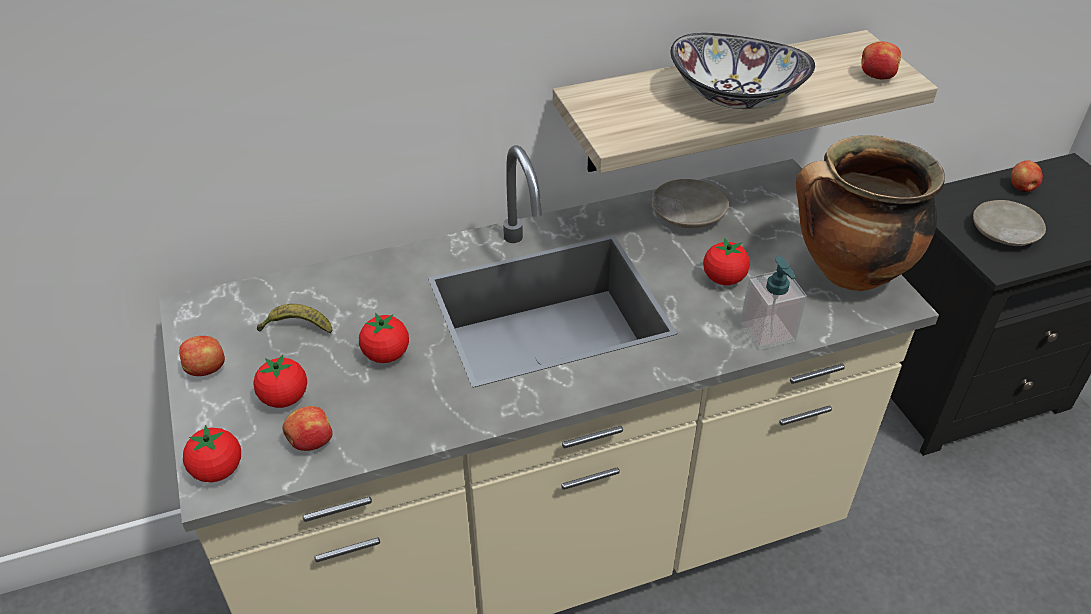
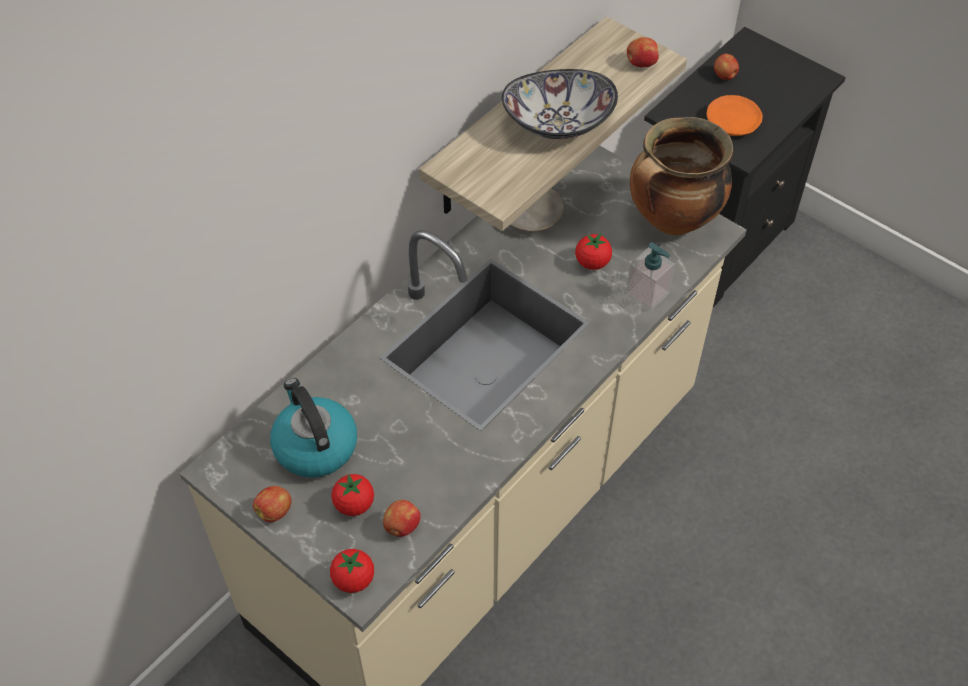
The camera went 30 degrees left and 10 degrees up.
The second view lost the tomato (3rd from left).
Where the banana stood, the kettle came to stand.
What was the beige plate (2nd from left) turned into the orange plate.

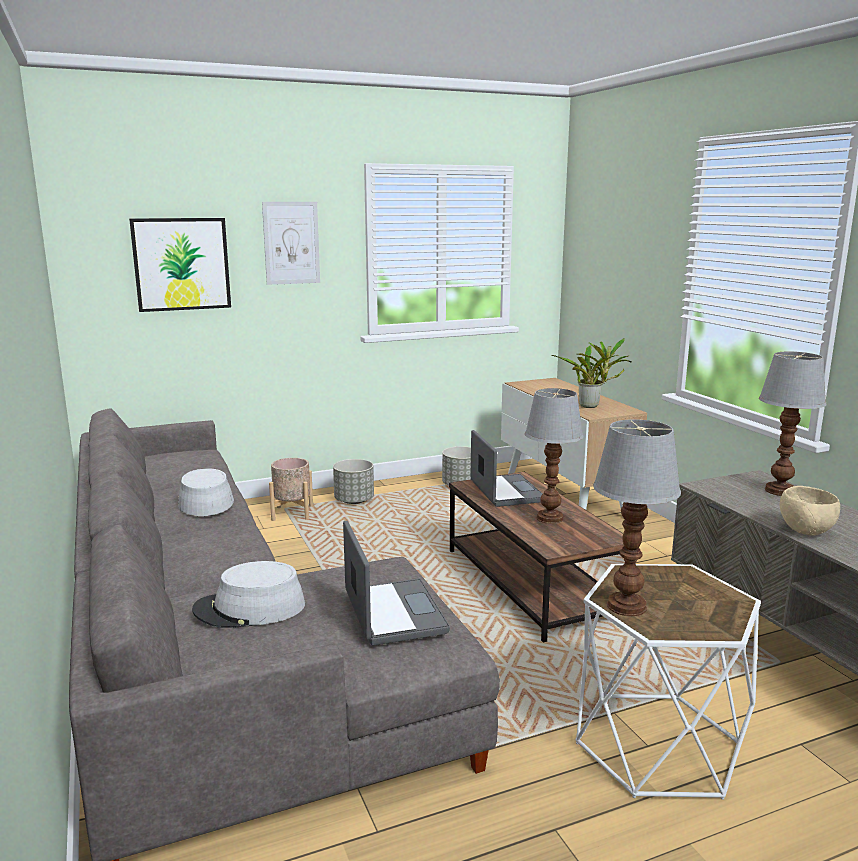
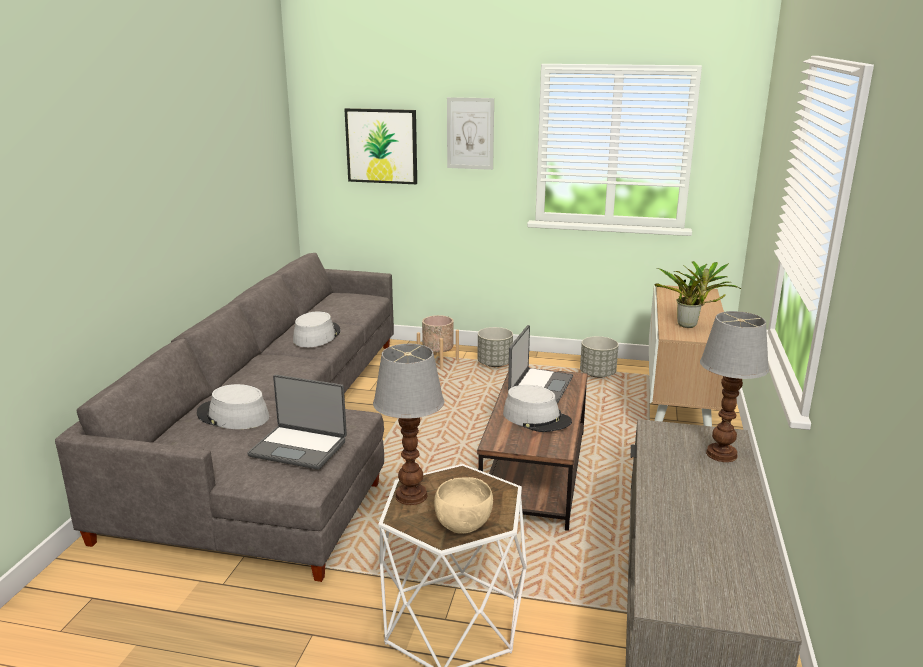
The camera went 35 degrees right and 5 degrees up.
The beige bowl ended up elsewhere.
Where the table lamp (1st from left) stood, the grey hat (3rd from left) came to stand.
The laptop (1st from left) ended up facing another way, 90 degrees clockwise from before.

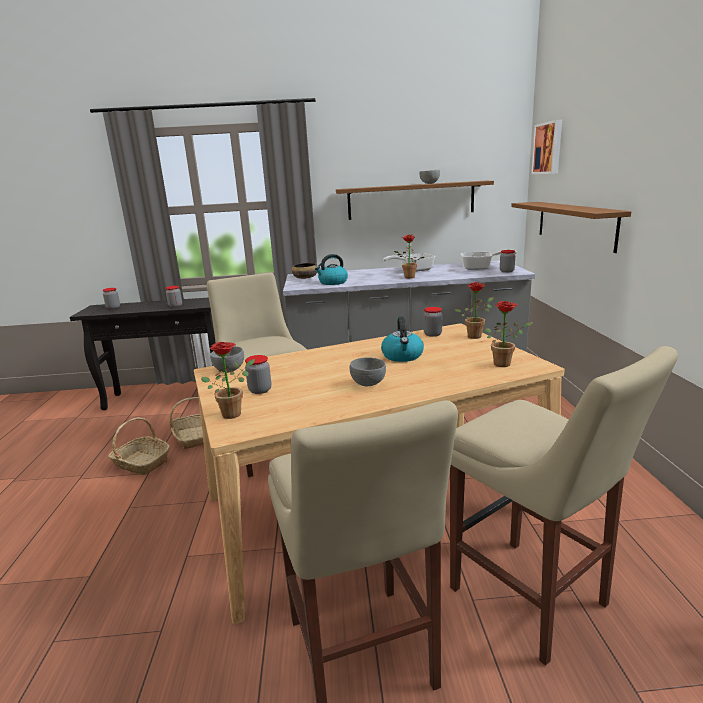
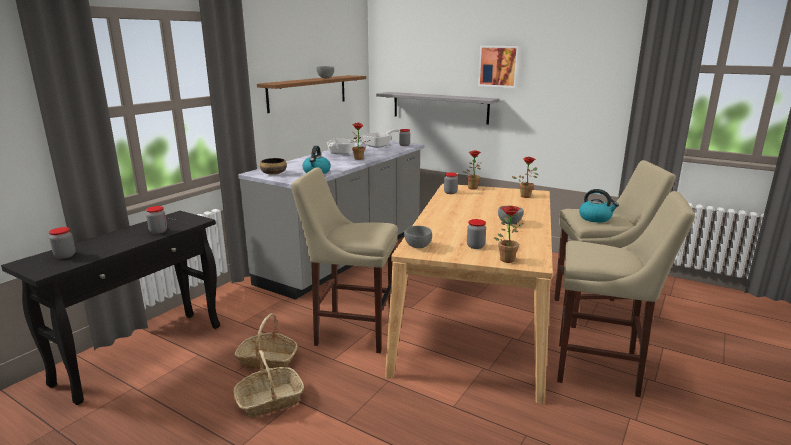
The camera went 55 degrees left and 0 degrees up.
The kettle (2nd from left) ended up elsewhere.
The picture ended up elsewhere.
What was the brown shelf (2nd from left) turned into the grey shelf.

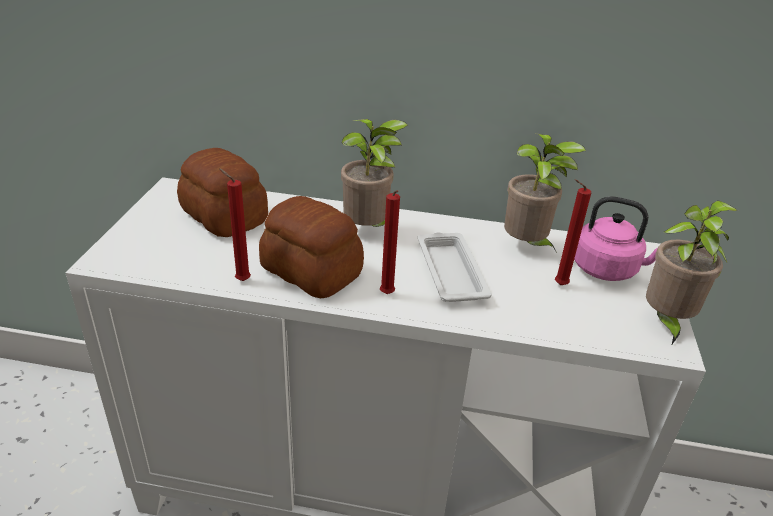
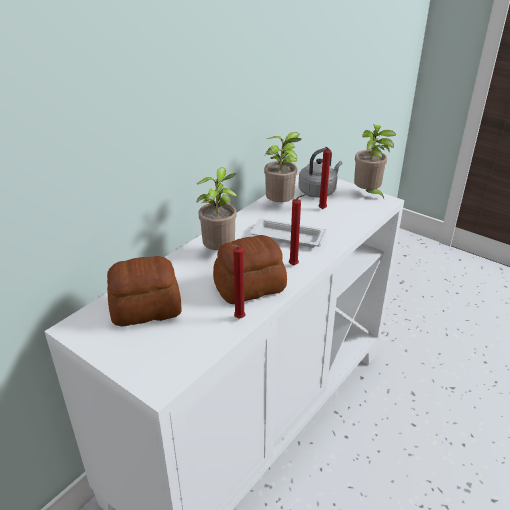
The camera went 60 degrees left and 0 degrees up.
What was the pink kettle turned into the grey kettle.

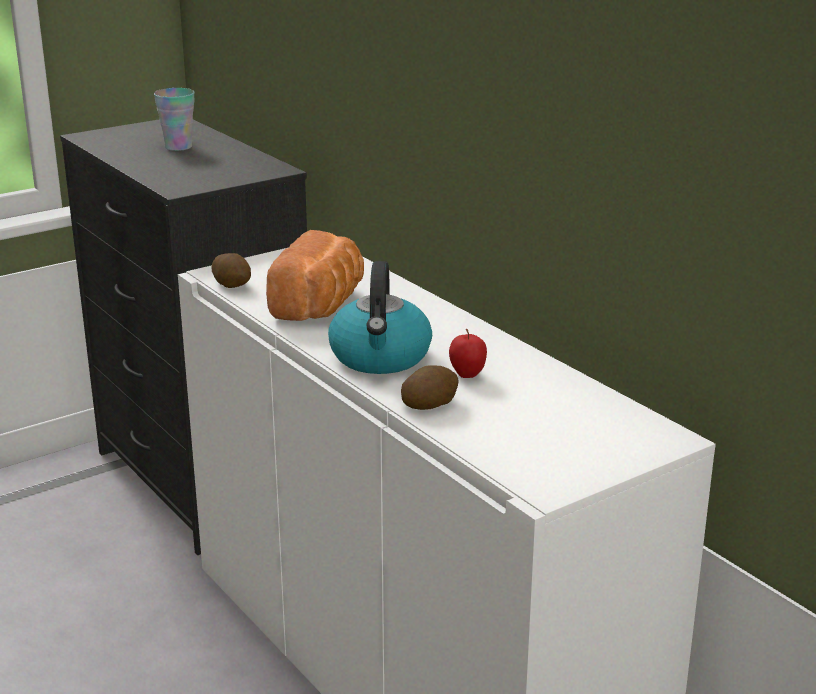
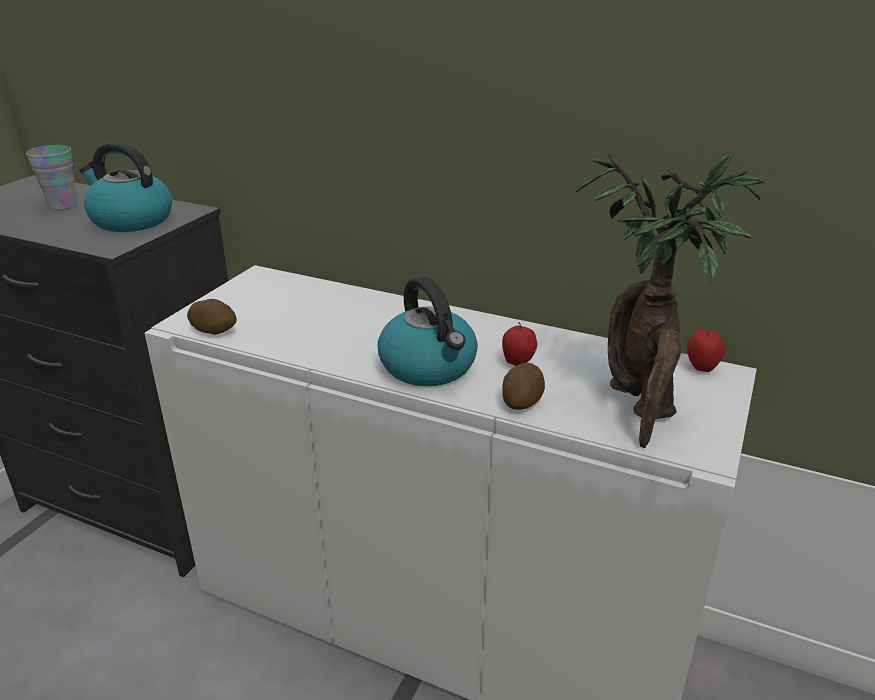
The camera went 30 degrees left and 5 degrees up.
The second view lost the bread.
The second view gained the kettle (1st from left).
The second view gained the potted plant.
The second view gained the apple (2nd from left).

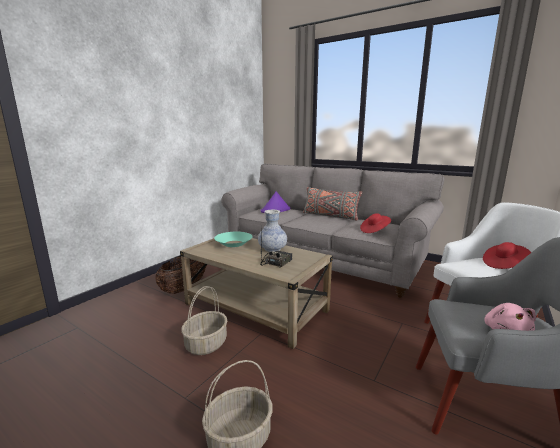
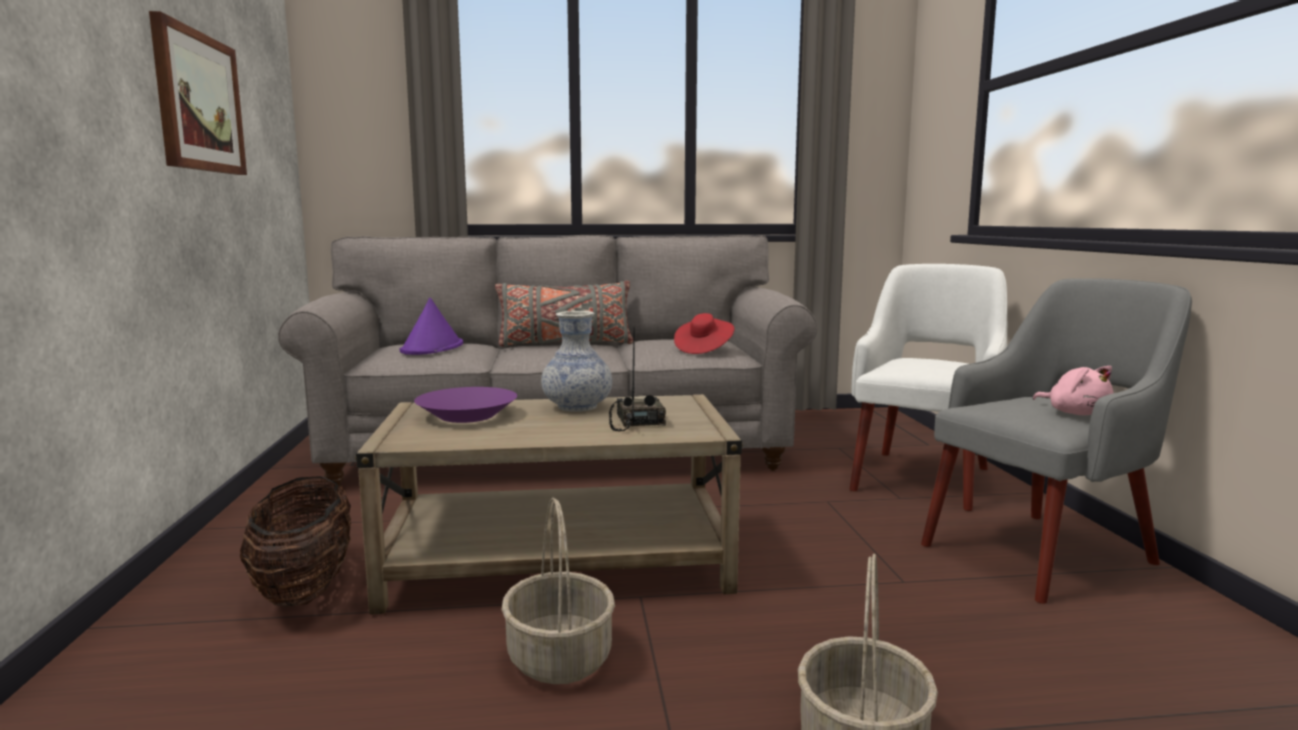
The camera went 40 degrees left and 5 degrees down.
The second view lost the red hat (2nd from left).
The second view gained the picture.
What was the turquoise bowl turned into the purple bowl.

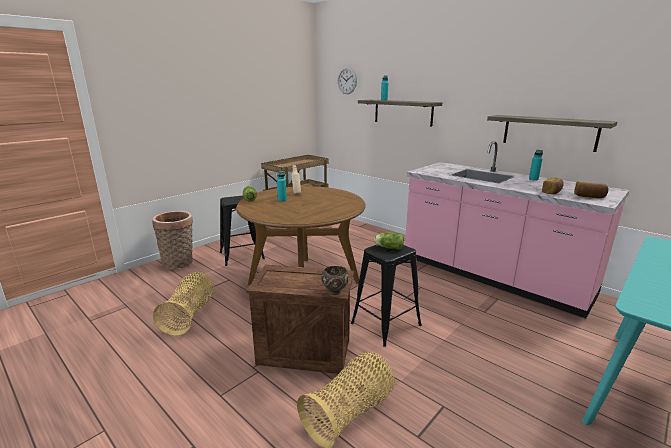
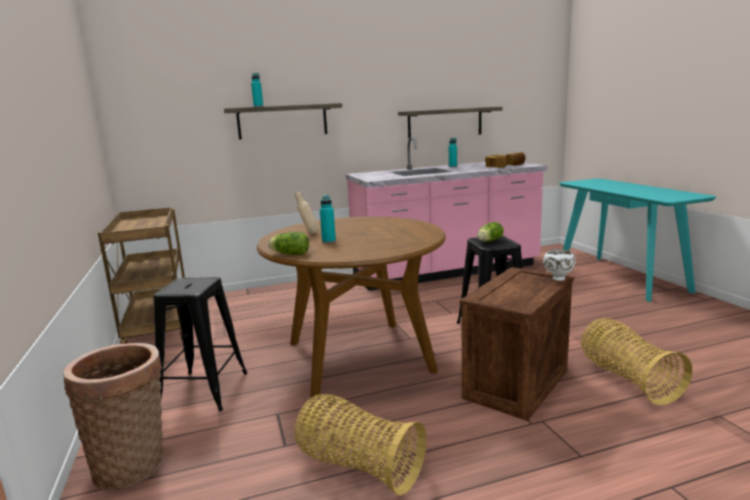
The camera went 60 degrees left and 5 degrees down.
The second view lost the wall clock.
What was the brown bowl turned into the white bowl.

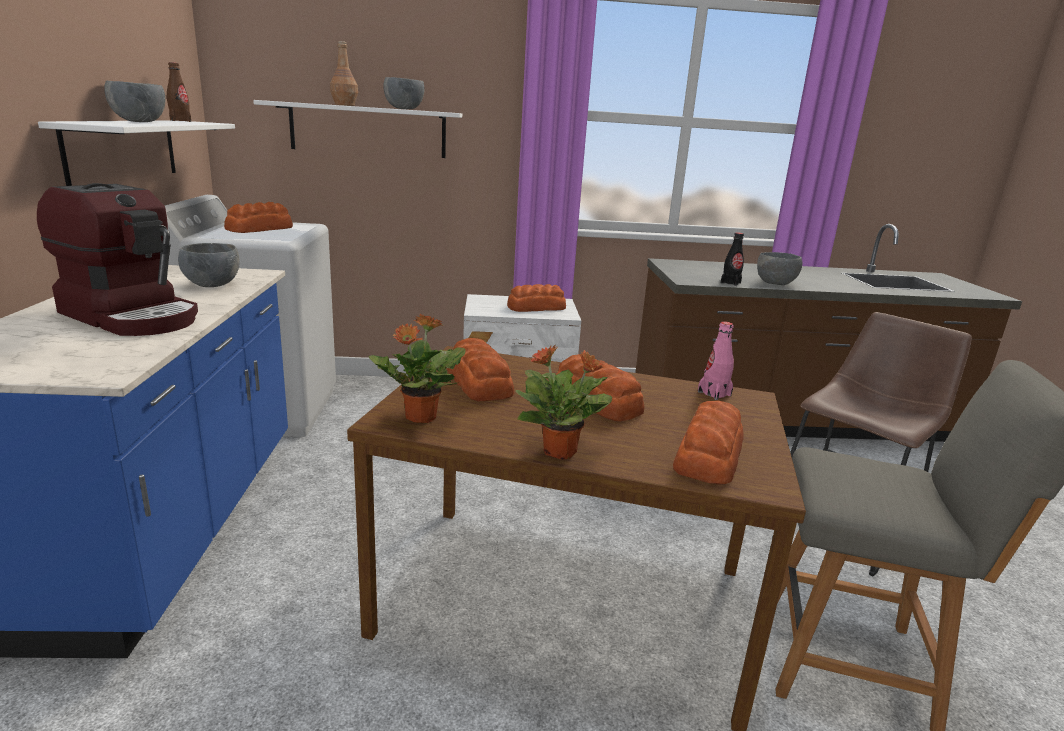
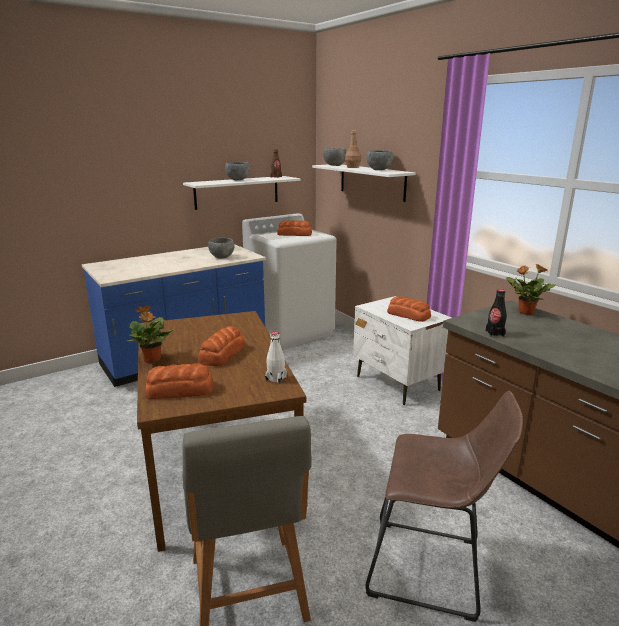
The camera went 60 degrees right and 0 degrees up.
The second view lost the coffee machine.
The second view lost the bread (2nd from left).
The potted plant (1st from left in the first image) ended up elsewhere.
The grey bowl (4th from left in the first image) ended up elsewhere.
What was the pink bottle turned into the white bottle.

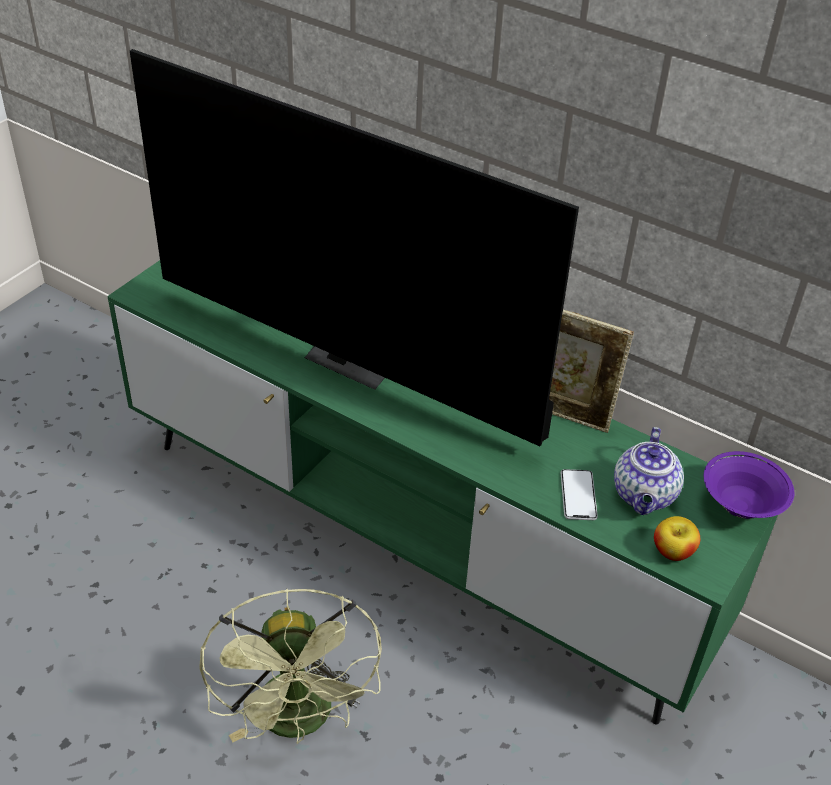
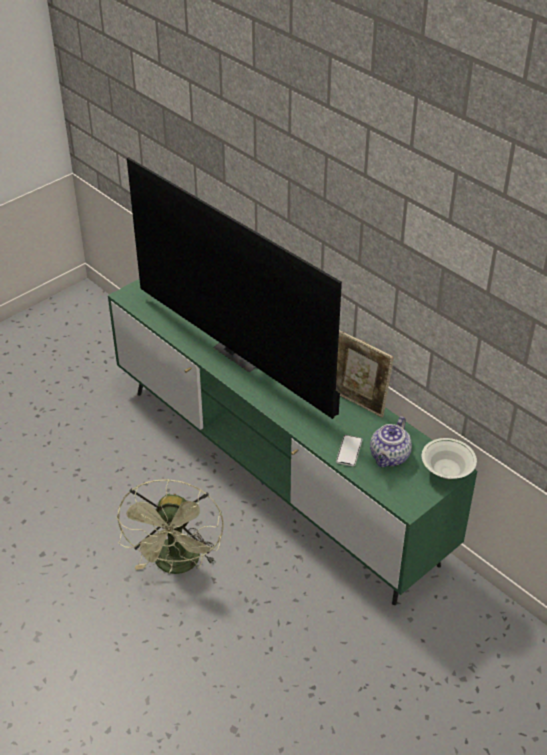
The camera went 15 degrees right and 0 degrees up.
The second view lost the apple.
What was the purple bowl turned into the white bowl.

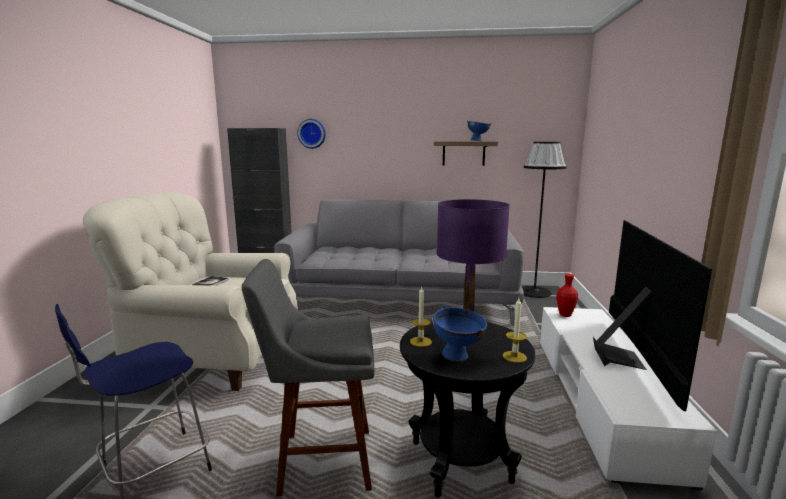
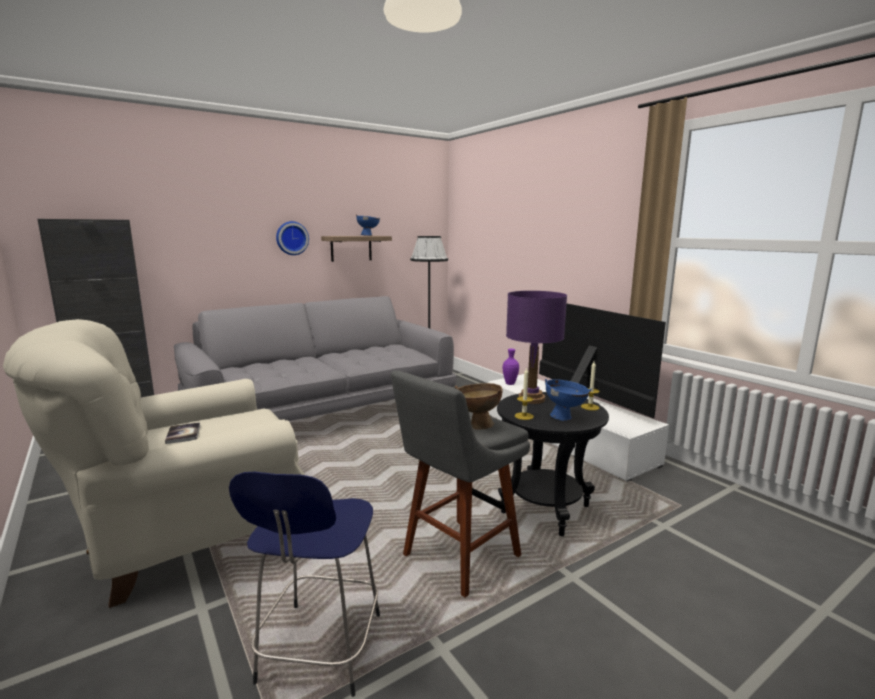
The camera went 40 degrees left and 0 degrees up.
The second view gained the brown bowl.
The wall clock ended up elsewhere.
What was the red vase turned into the purple vase.

